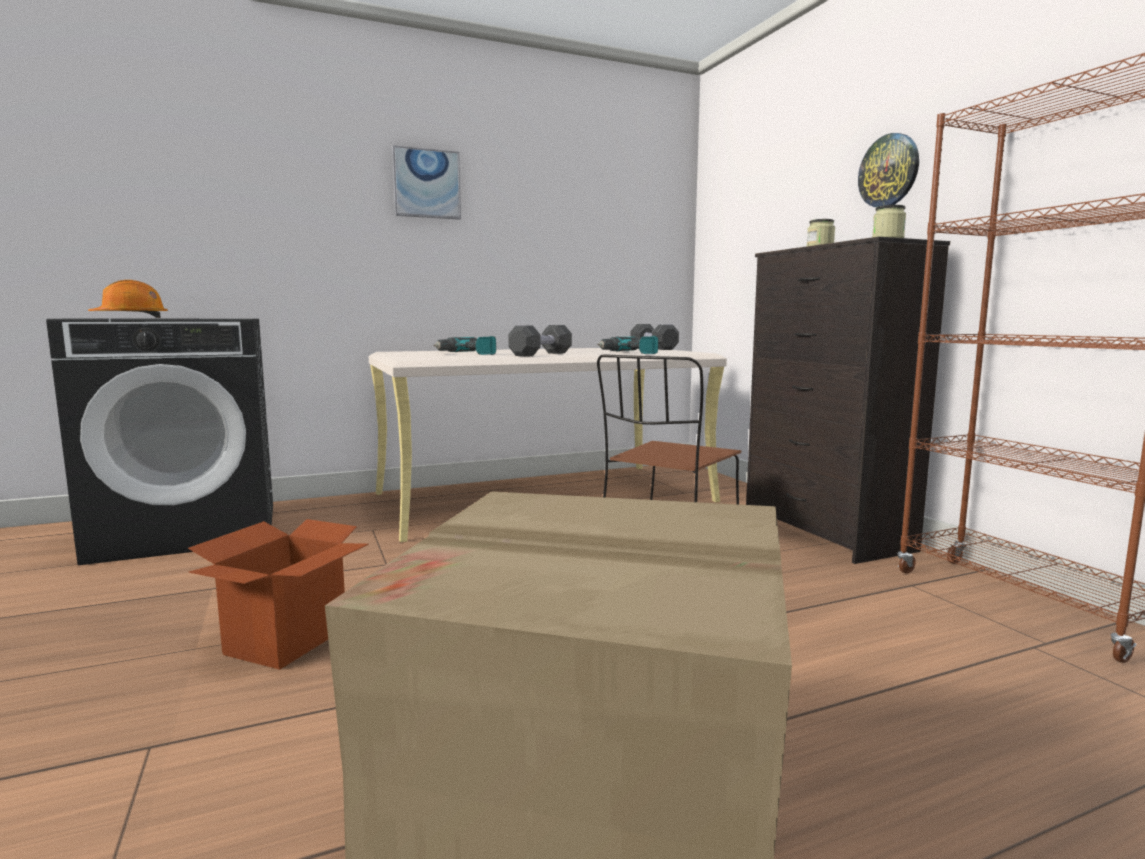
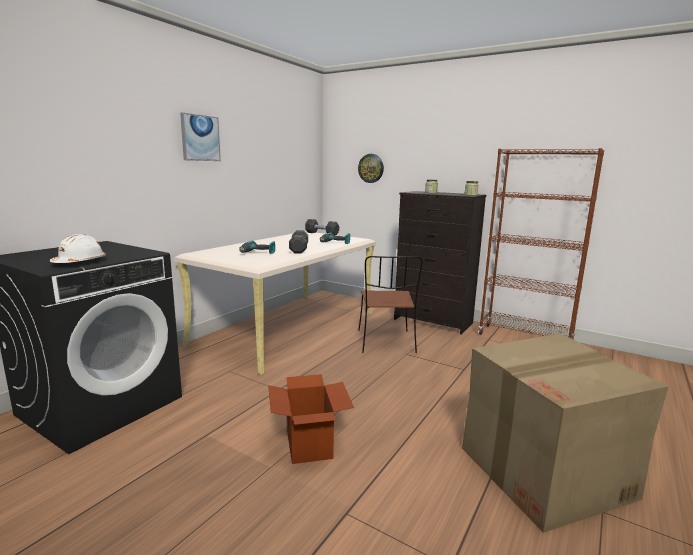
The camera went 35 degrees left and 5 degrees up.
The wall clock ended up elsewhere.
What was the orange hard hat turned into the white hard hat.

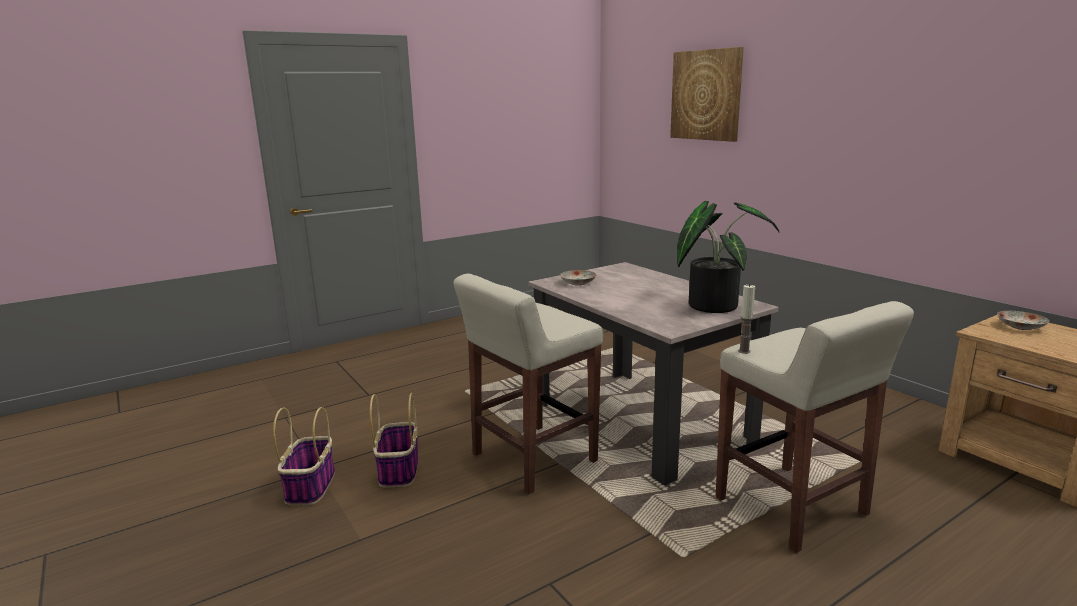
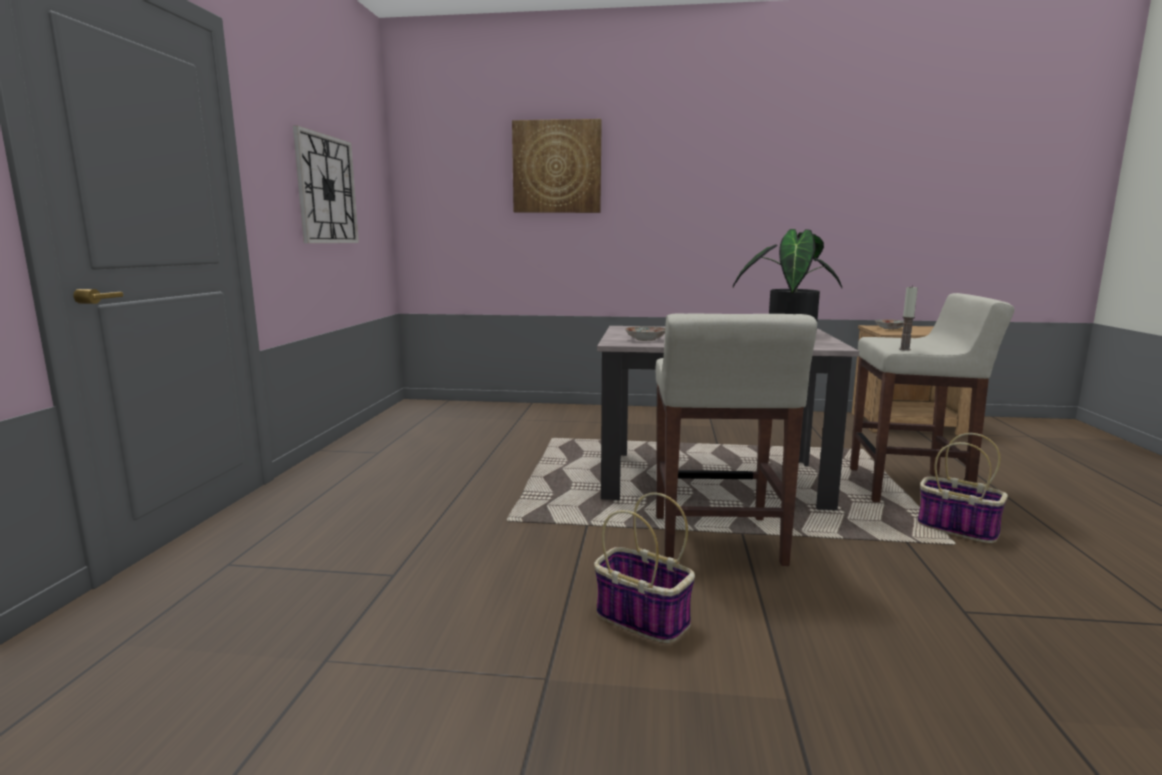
The camera went 50 degrees left and 5 degrees down.
The second view gained the wall clock.
The basket (1st from left in the first image) ended up elsewhere.

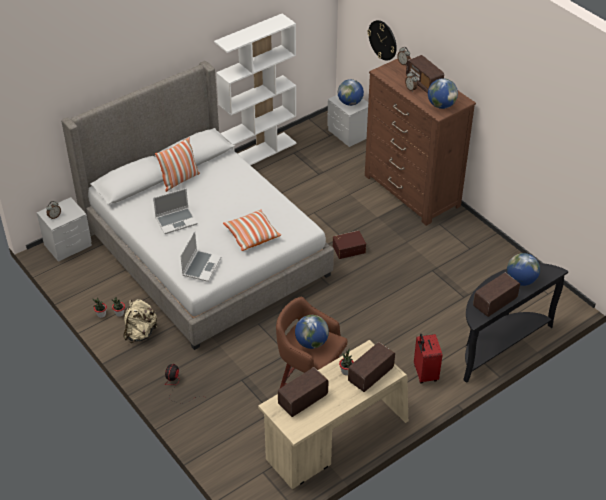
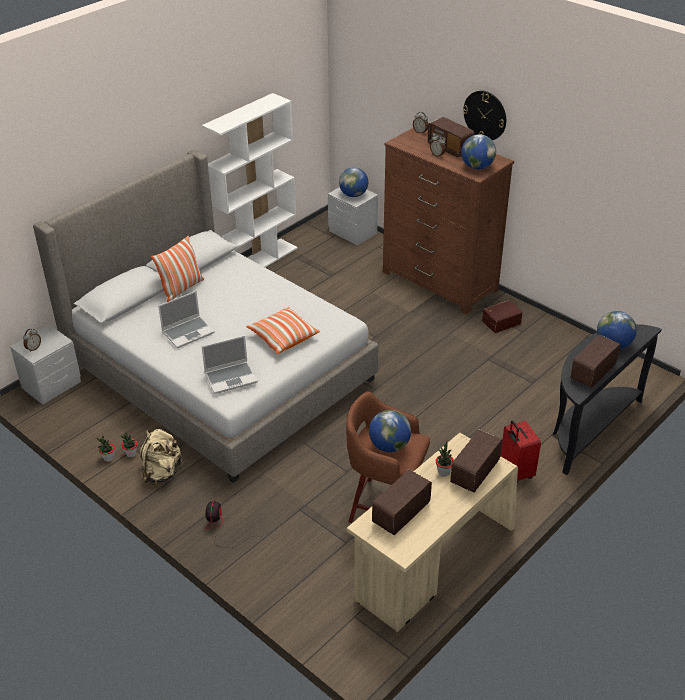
The camera went 10 degrees left and 5 degrees down.
The brown storage box ended up elsewhere.
The wall clock ended up elsewhere.
The laptop (2nd from left) ended up facing another way, 60 degrees clockwise from before.

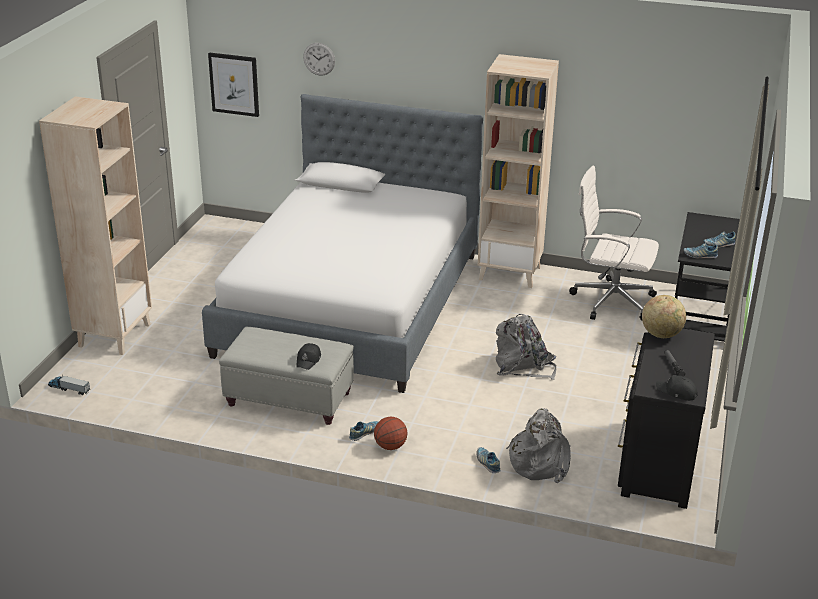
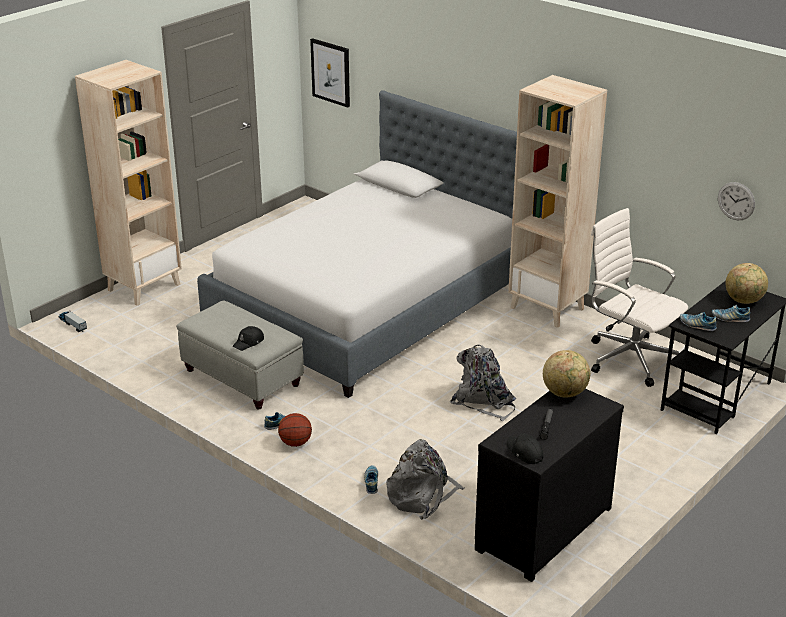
The camera went 25 degrees right and 0 degrees up.
The second view gained the globe (2nd from left).
The wall clock ended up elsewhere.

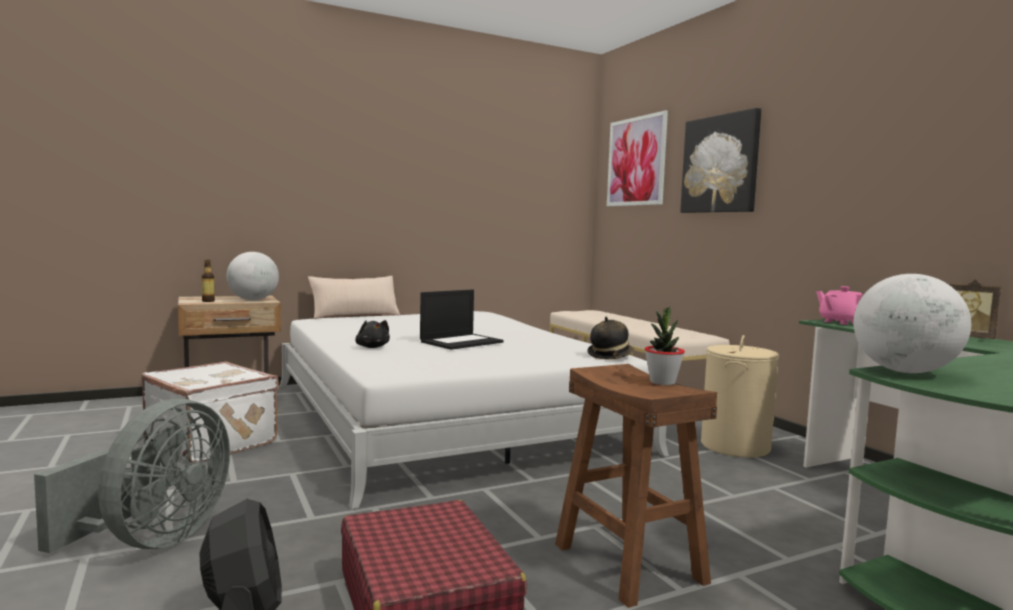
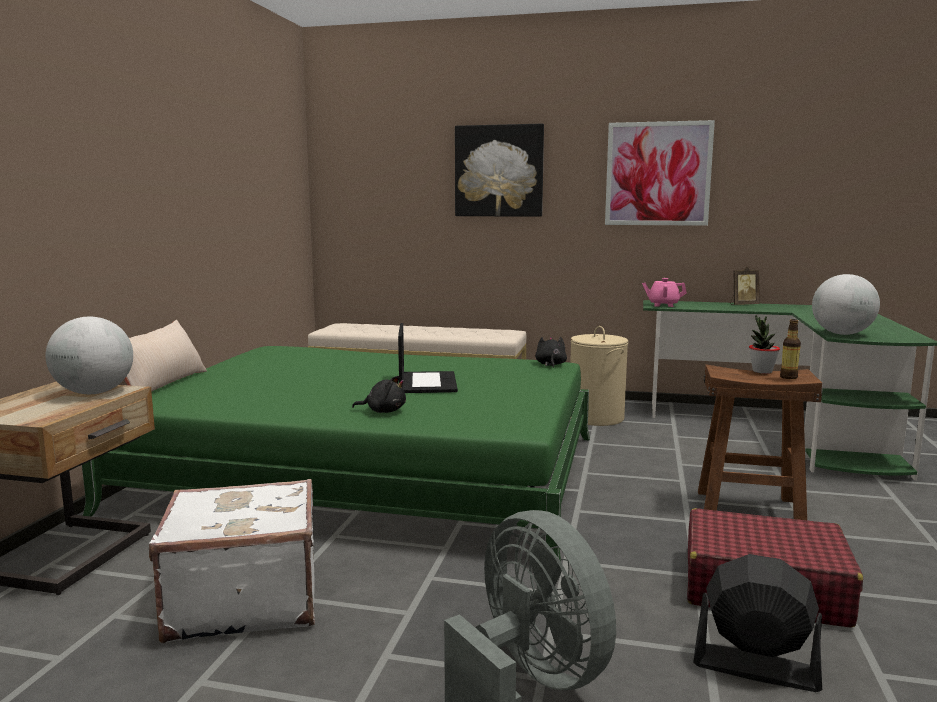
The camera went 50 degrees left and 5 degrees up.
The bottle ended up elsewhere.
The picture (1st from left in the first image) ended up elsewhere.
Where the hat stood, the black plush toy (2nd from left) came to stand.
What was the white bed turned into the green bed.

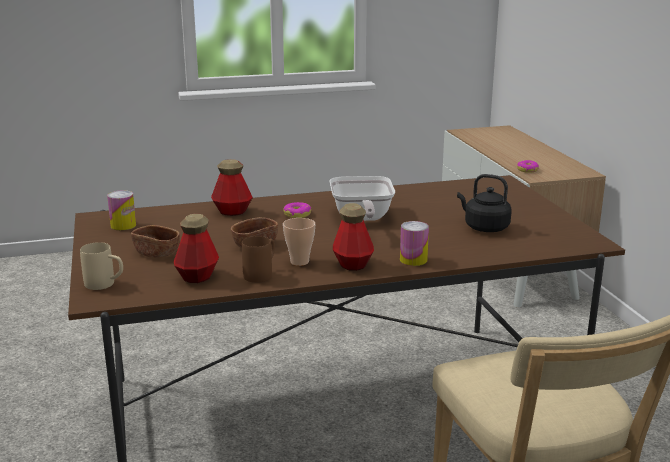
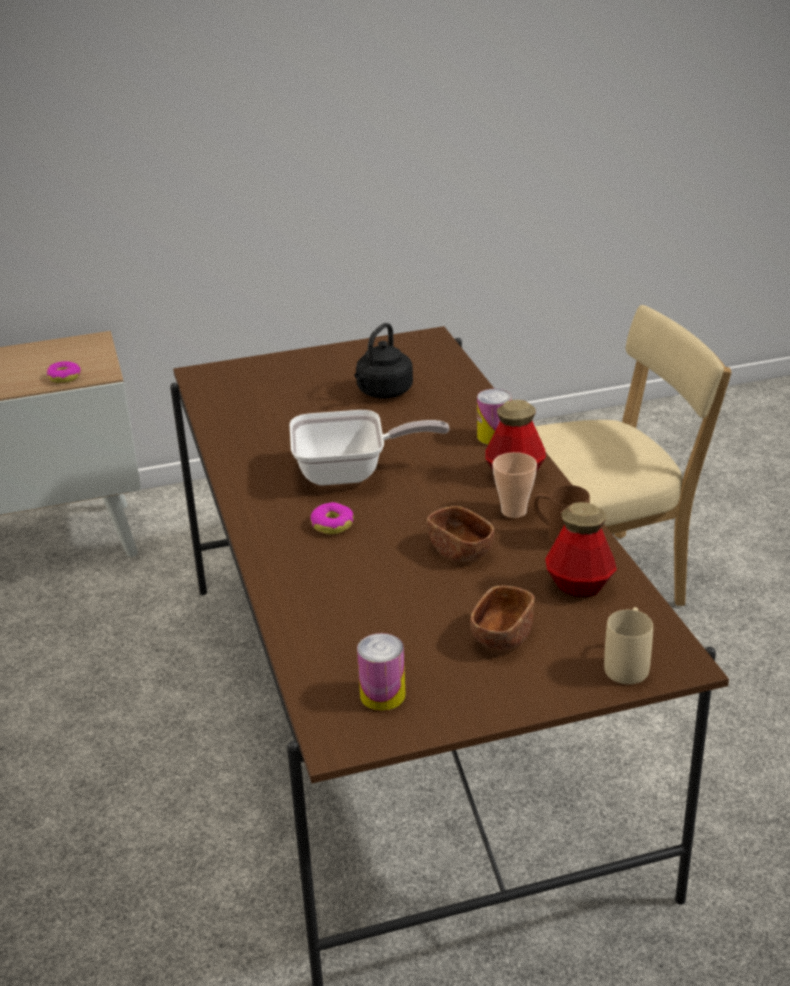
The camera went 90 degrees left and 10 degrees up.
The second view lost the bottle (2nd from left).

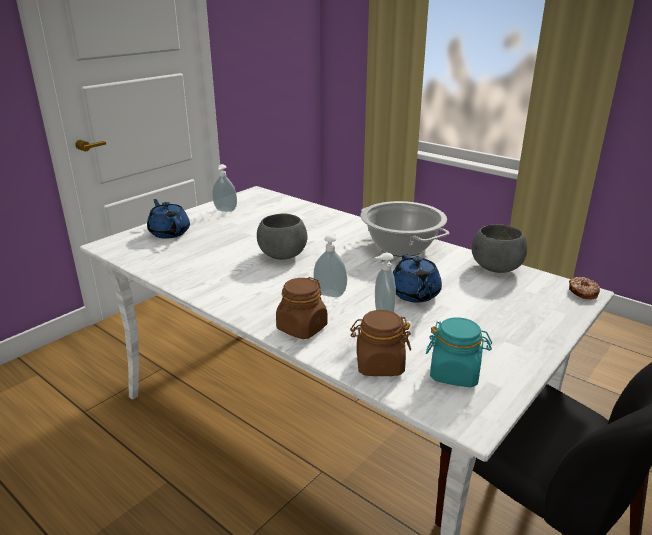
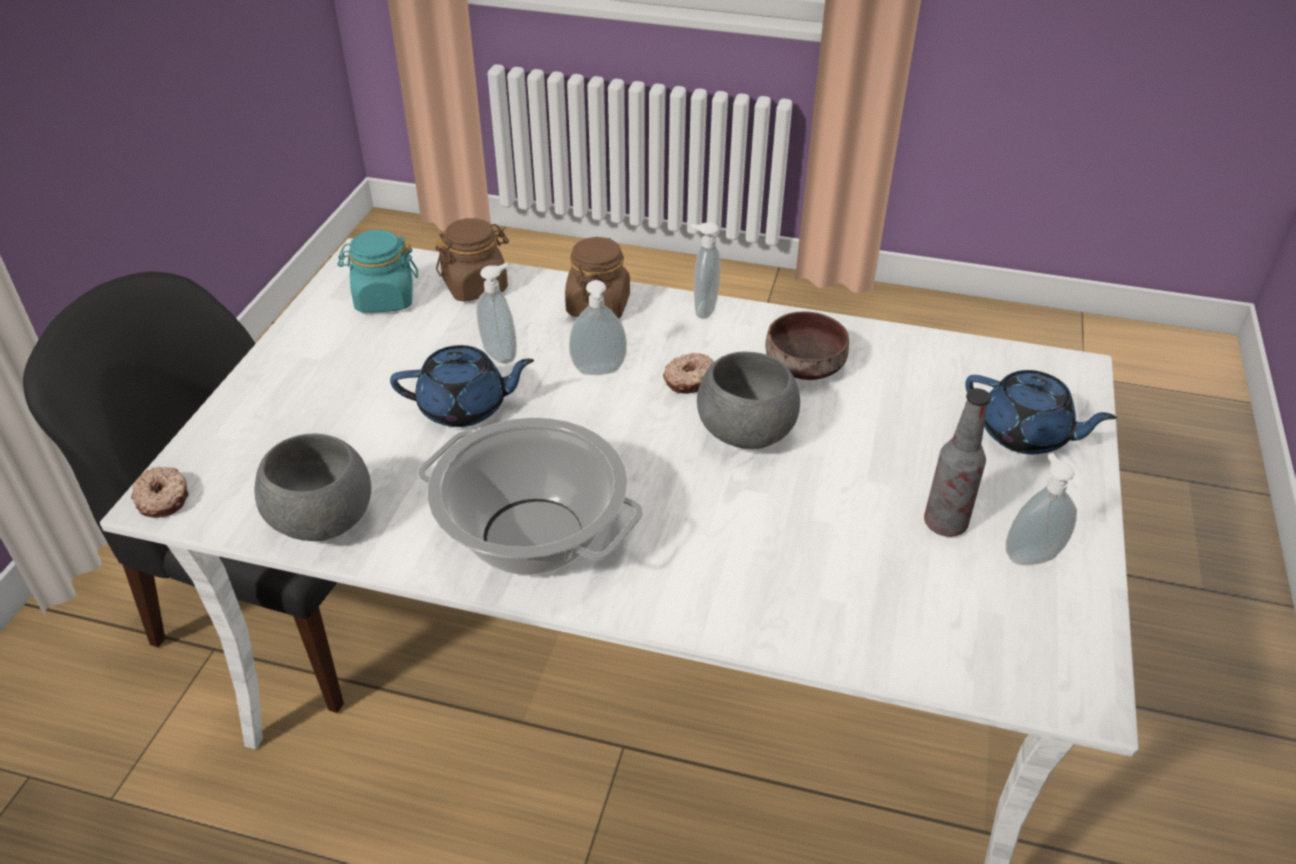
The camera went 155 degrees right and 15 degrees up.
The second view gained the donut (2nd from left).
The second view gained the soap dispenser (3rd from left).
The second view gained the brown bowl.
The second view gained the bottle.
The blue teapot (2nd from left in the first image) ended up facing another way, 120 degrees clockwise from before.

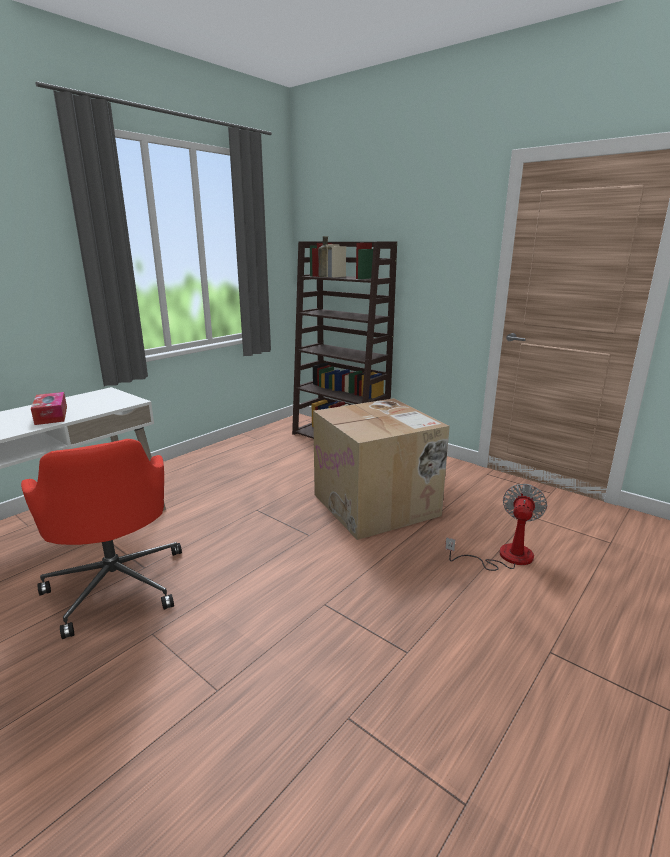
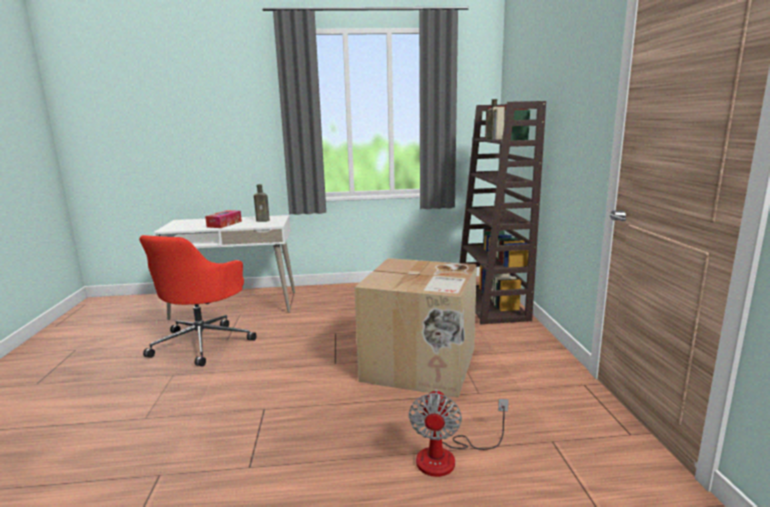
The camera went 45 degrees right and 5 degrees down.
The second view gained the brown bottle (1st from left).
The fan ended up facing another way, 120 degrees clockwise from before.

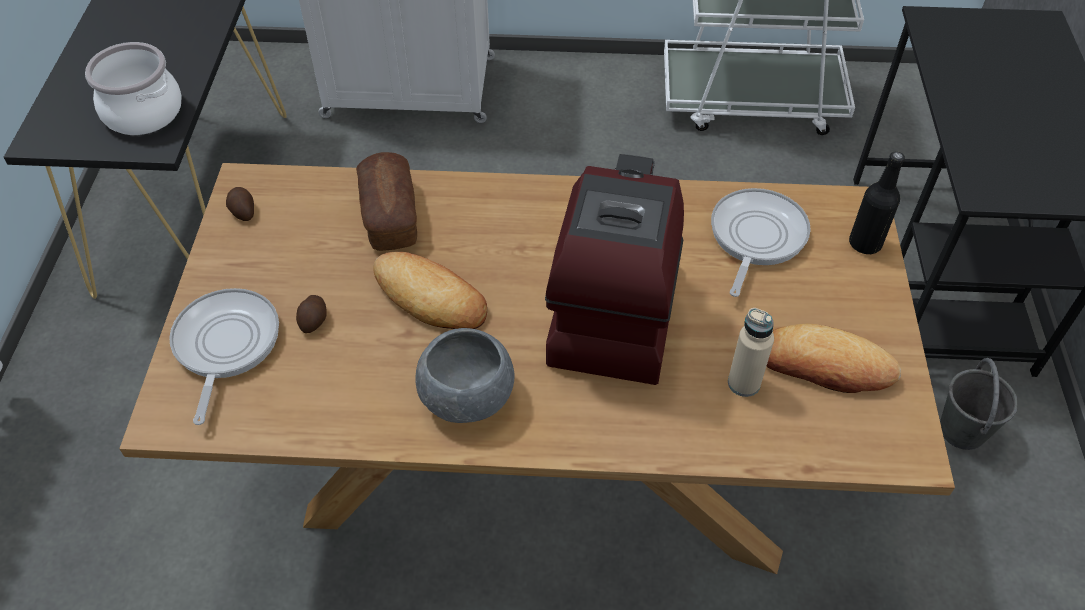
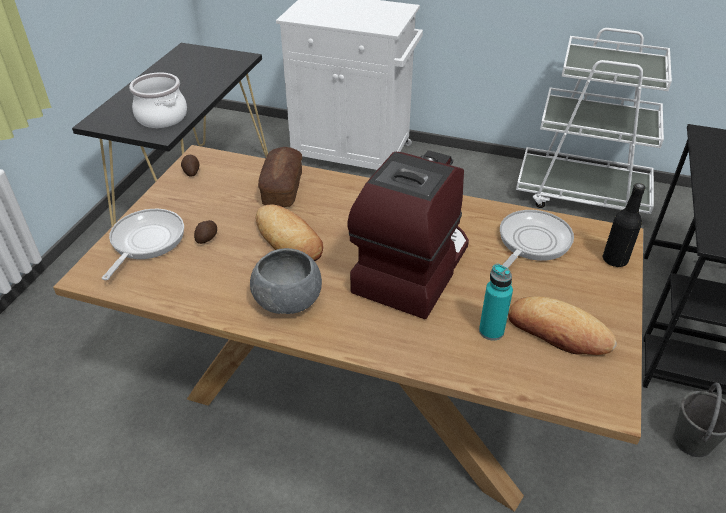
The camera went 15 degrees right and 10 degrees down.
What was the beige bottle turned into the turquoise bottle.

